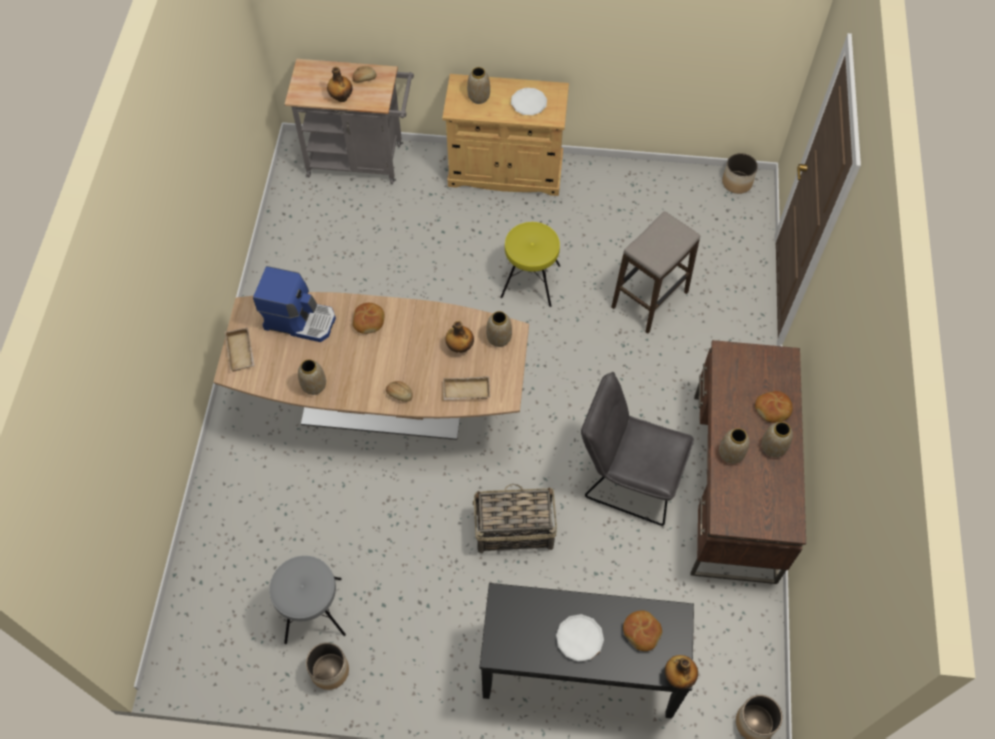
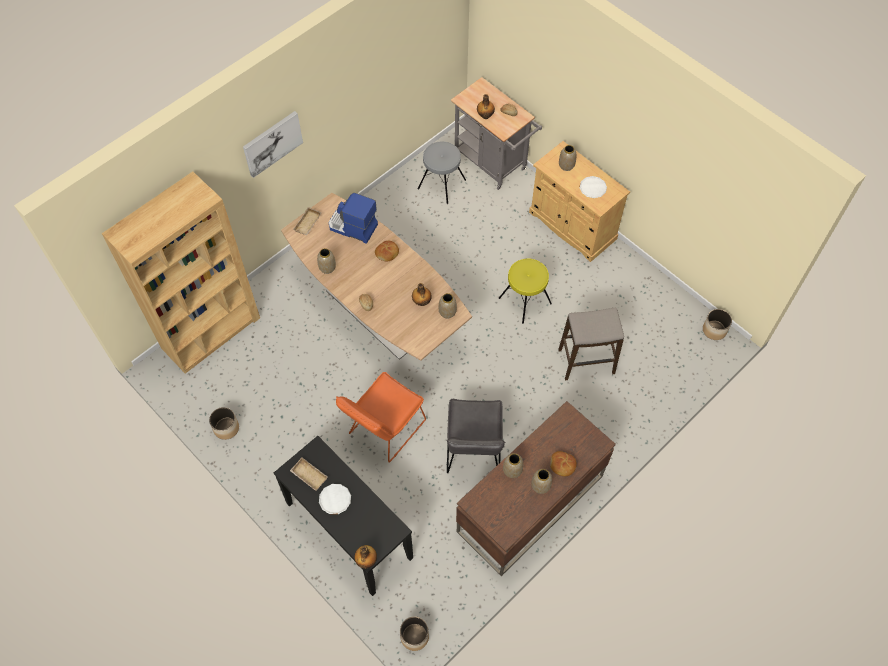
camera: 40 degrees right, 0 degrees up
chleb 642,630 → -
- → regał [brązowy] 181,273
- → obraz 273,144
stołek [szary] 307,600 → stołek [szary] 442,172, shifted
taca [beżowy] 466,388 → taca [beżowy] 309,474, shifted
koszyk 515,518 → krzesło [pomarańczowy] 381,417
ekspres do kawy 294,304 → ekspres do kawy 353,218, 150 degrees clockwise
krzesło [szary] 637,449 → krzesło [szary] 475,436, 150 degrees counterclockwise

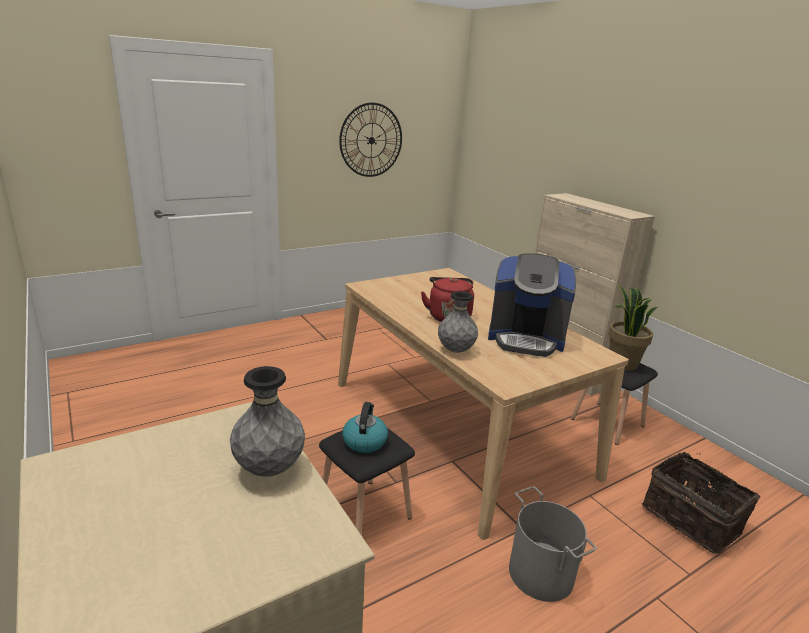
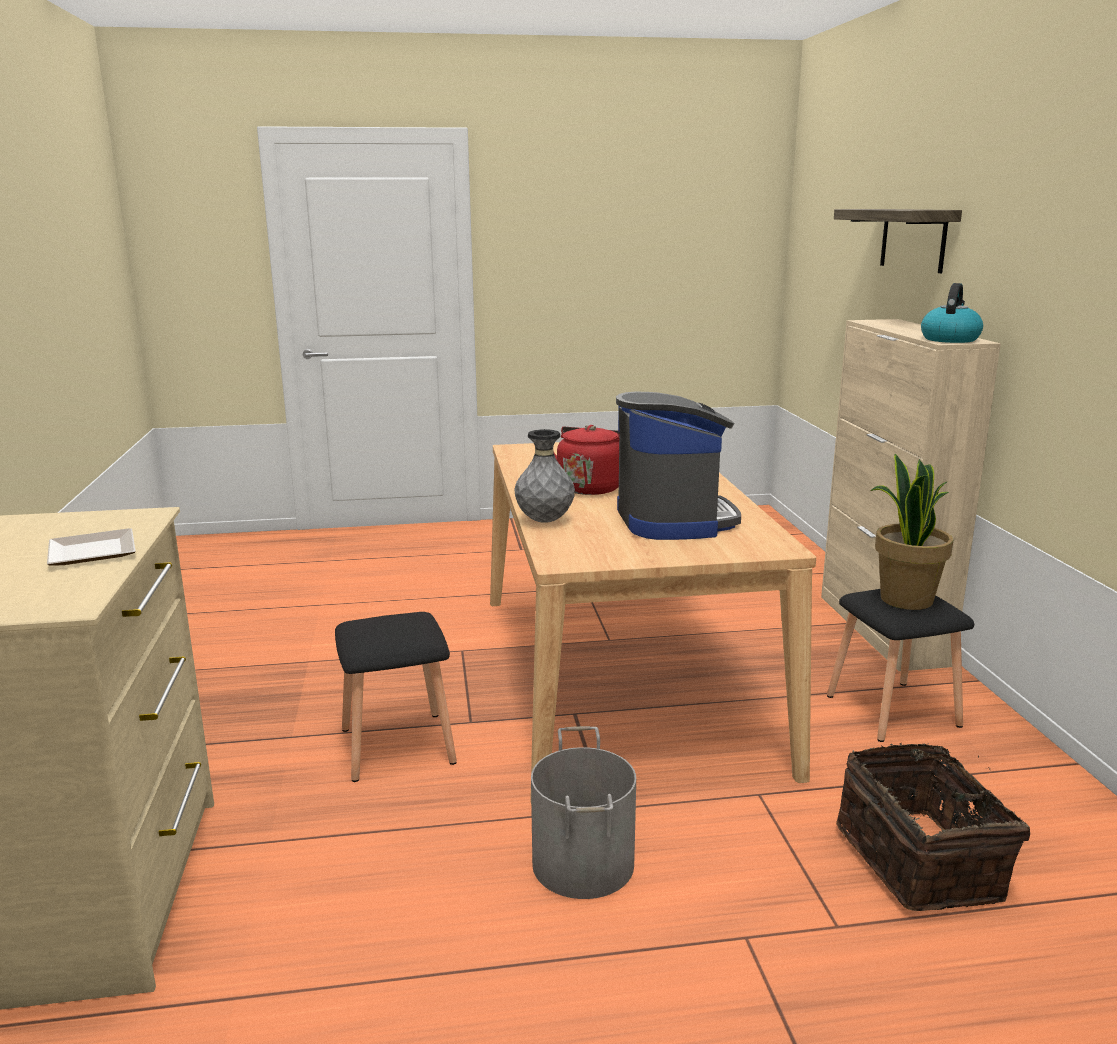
camera: 25 degrees right, 5 degrees down
zegar ścienny 370,140 → -
- → półka 898,241
czajnik 365,427 → czajnik 952,313, shifted
wazon [szary] 267,421 → talerz 91,546
ekspres do kawy 532,305 → ekspres do kawy 678,466, 135 degrees counterclockwise

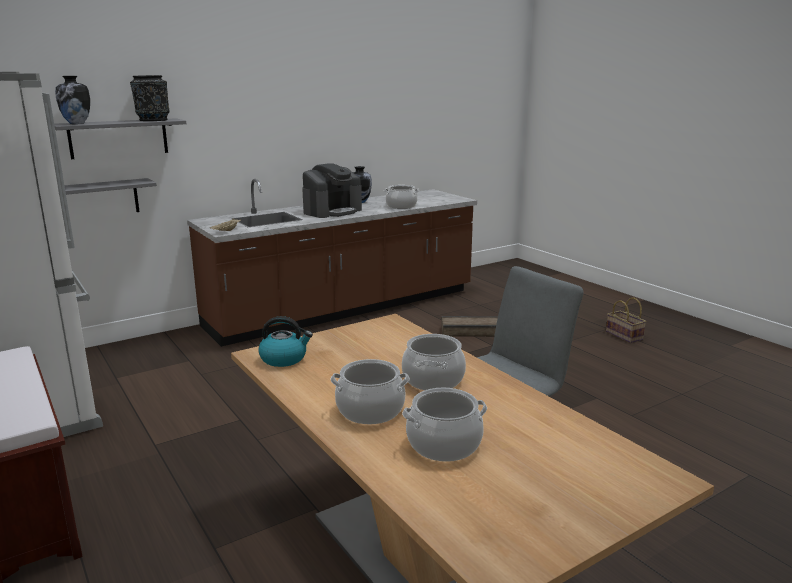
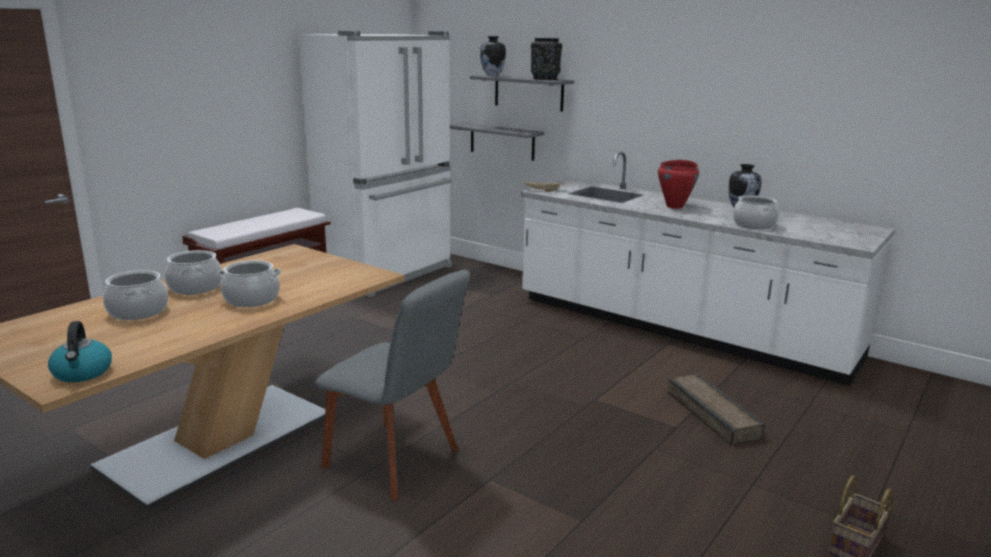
camera: 70 degrees right, 0 degrees up
czajnik 285,341 → czajnik 80,351, shifted
ekspres do kawy 332,190 → garnek [czerwony] 678,184
zabudowa kuchenna [brązowy] 332,263 → zabudowa kuchenna [biały] 708,269

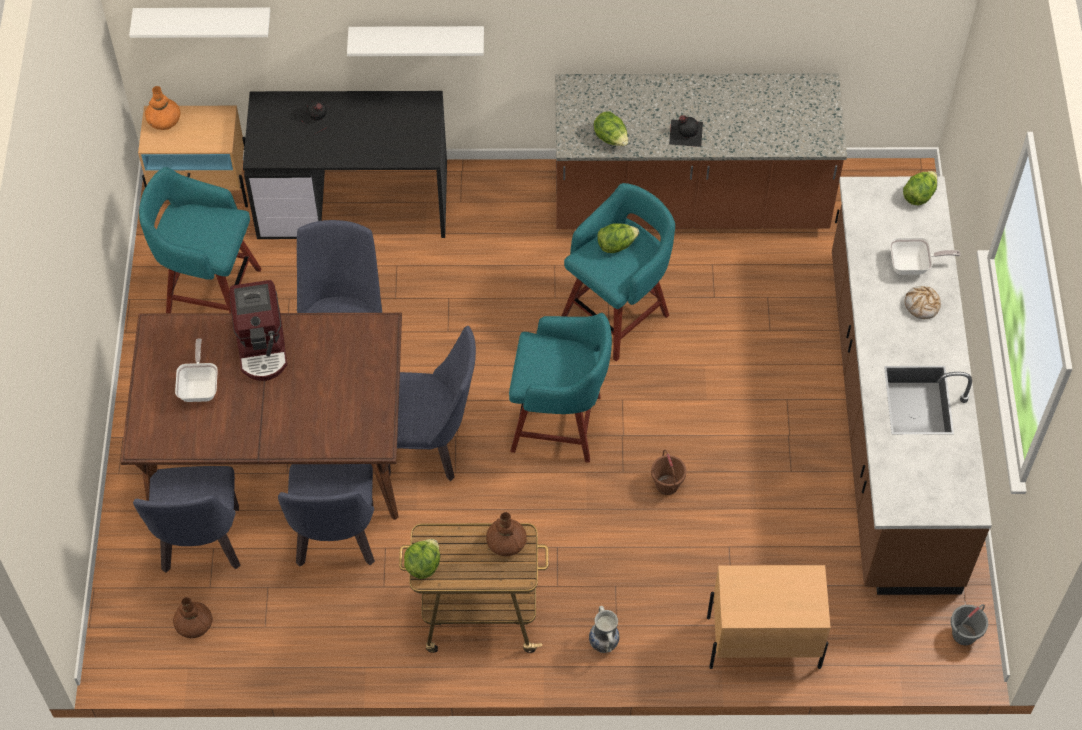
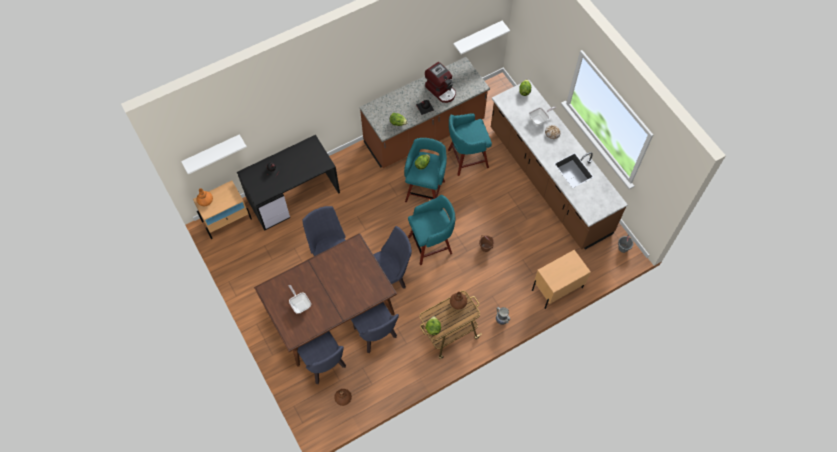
camera: 30 degrees left, 5 degrees up
stołek [turkusowy] 200,240 → stołek [turkusowy] 470,144, shifted
ekspres do kawy 258,330 → ekspres do kawy 440,82, shifted
półka [biały] 415,41 → półka [biały] 481,38, shifted

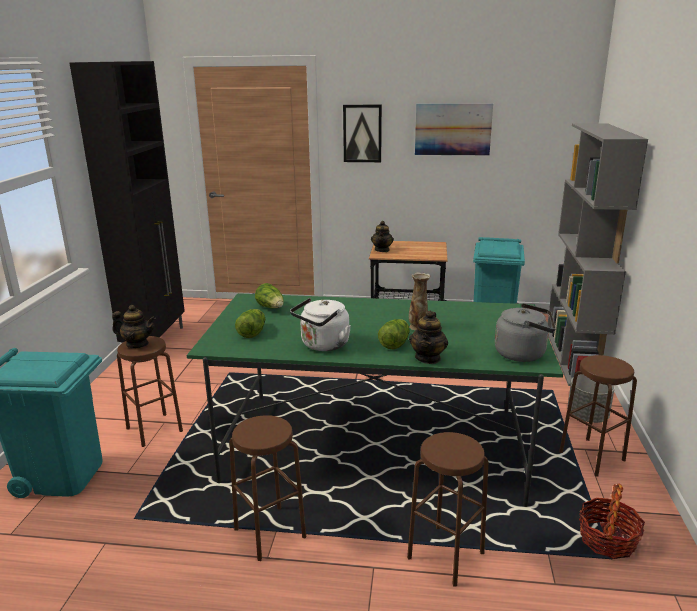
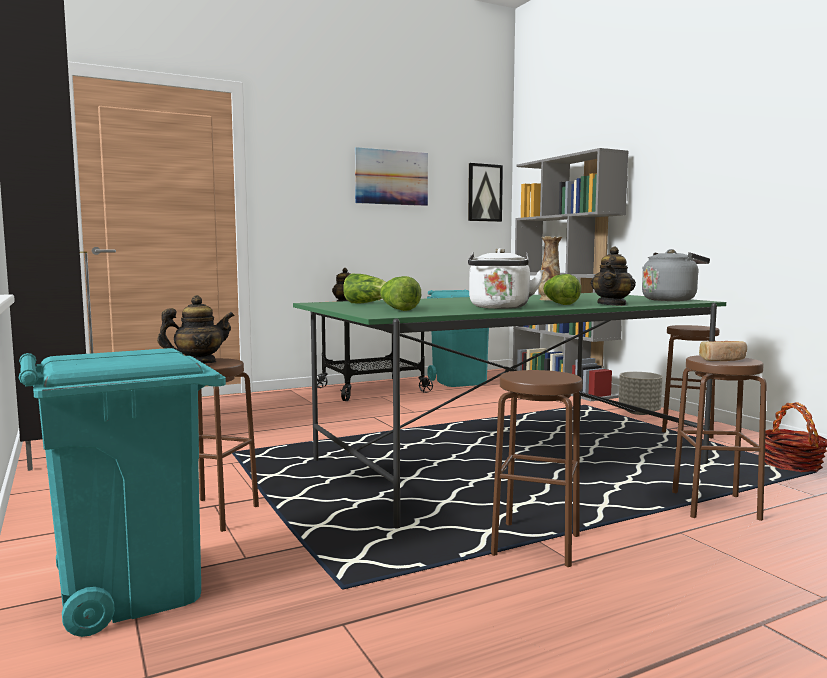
camera: 35 degrees left, 15 degrees down
- → chleb 723,351
obraz 362,133 → obraz 485,192, shifted
imbryk 428,337 → imbryk 613,276, 45 degrees clockwise

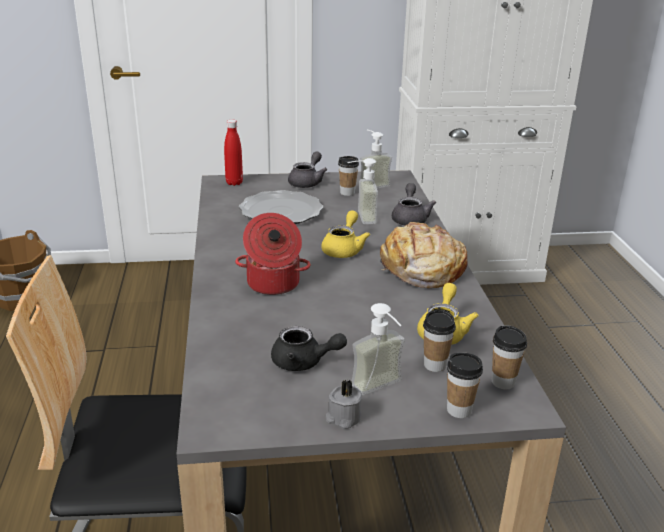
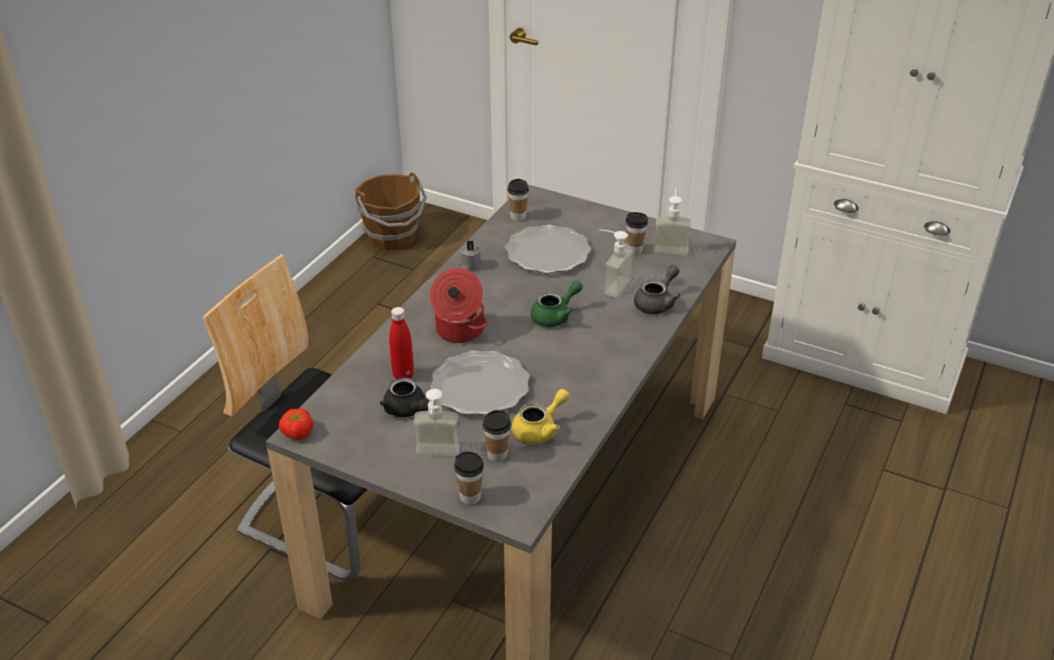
camera: 35 degrees right, 10 degrees up
imbryk [szary] 307,169 → -
chleb 423,255 → -
- → pomidor 296,424
- → talerz 480,382
butelka [czerwony] 233,153 → butelka [czerwony] 401,343, shifted
świeca [szary] 344,404 → świeca [szary] 470,255, shifted
filiżanka 509,357 → filiżanka 518,200, shifted
imbryk [żółty] 345,234 → imbryk [zielony] 556,303

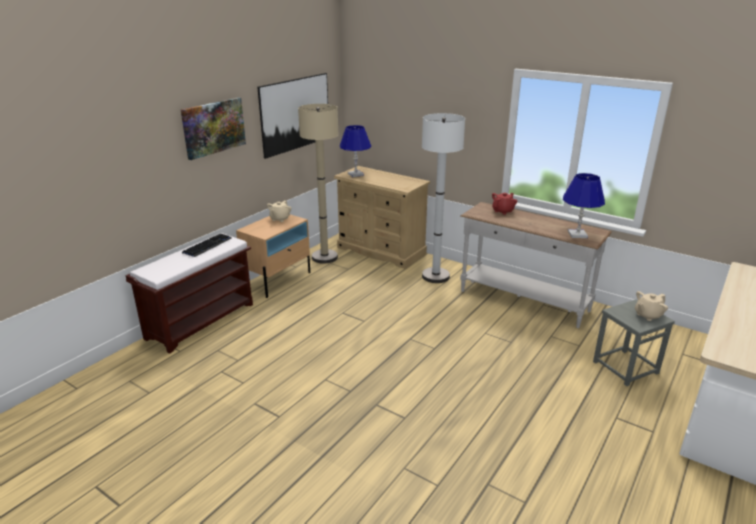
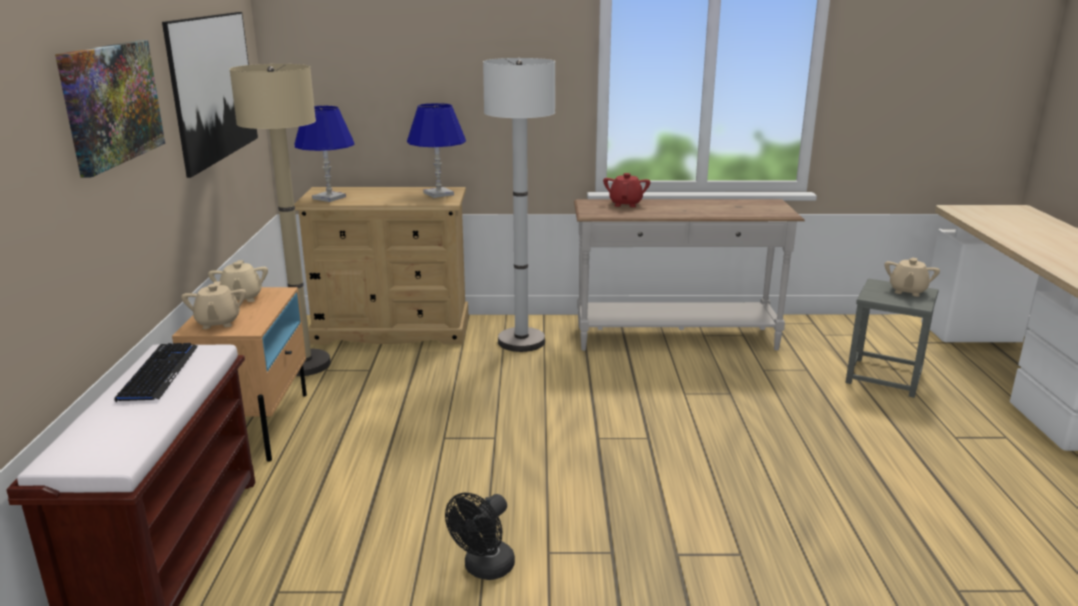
camera: 35 degrees left, 5 degrees down
- → imbryk [beżowy] 213,305
- → wentylator [czarny] 480,536
lampa stołowa [niebieski] 584,205 → lampa stołowa [niebieski] 436,150, shifted

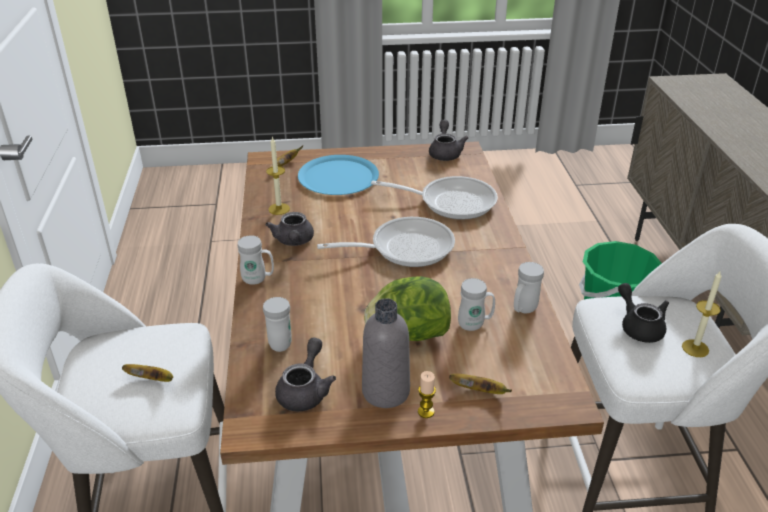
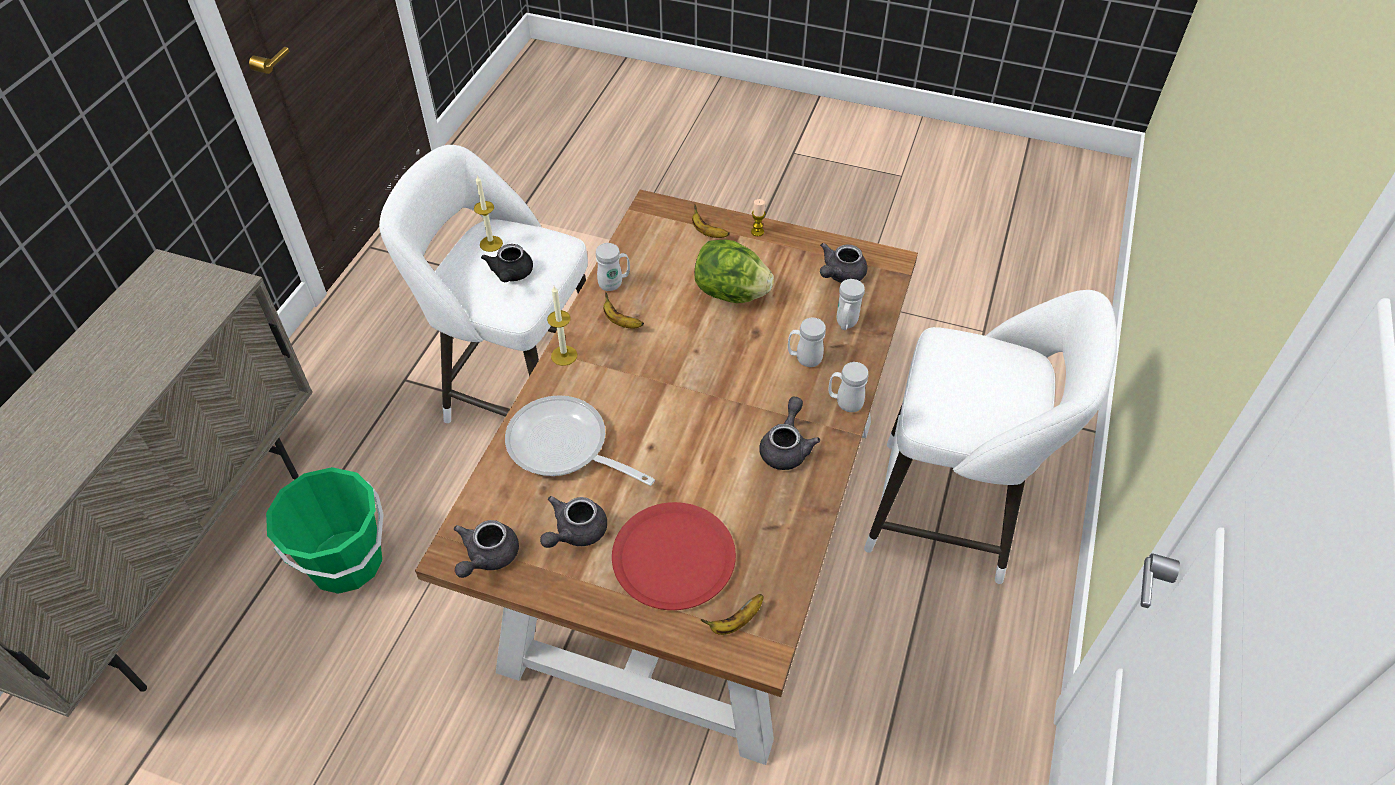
camera: 155 degrees left, 15 degrees up
patelnia 386,242 → -
butelka [szary] 386,353 → -
- → imbryk [szary] 573,522
banan 147,373 → banan 623,310, shifted
świeca 278,175 → świeca 562,326, shifted
kubek [biały] 476,304 → kubek [biały] 807,342, shifted
talerz [niebieski] 338,175 → talerz [czerwony] 674,556

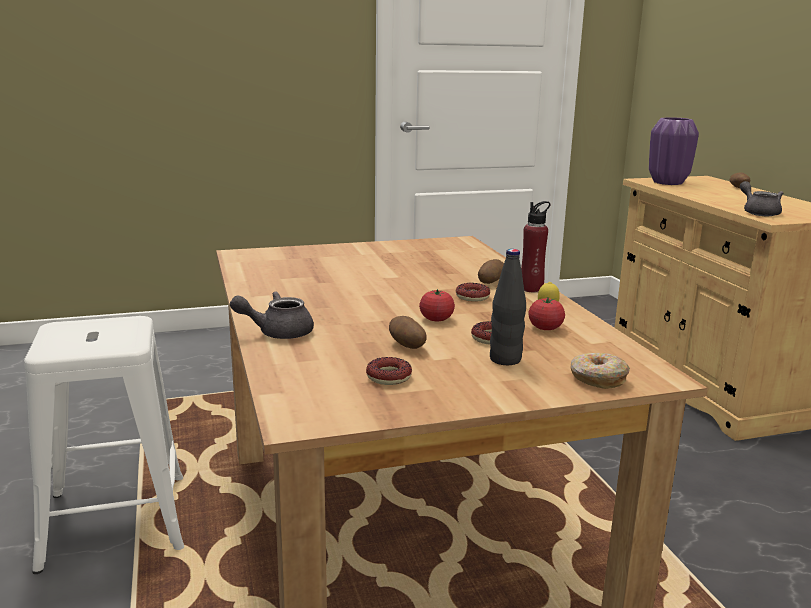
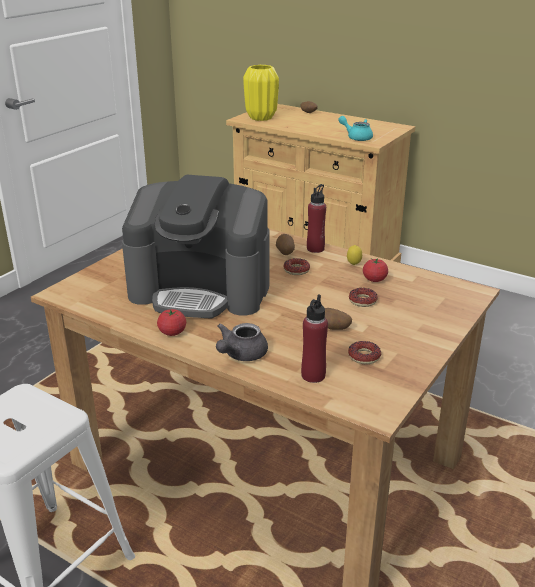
camera: 40 degrees left, 10 degrees up
butelka [czarny] 508,307 → -
donut 600,371 → -
- → ekspres do kawy 196,247
- → butelka [czerwony] 314,338
pomidor 437,305 → pomidor 171,322, shifted
wazon [fioletowy] 674,151 → wazon [żółty] 261,93
imbryk [szary] 761,198 → imbryk [turkusowy] 355,128

